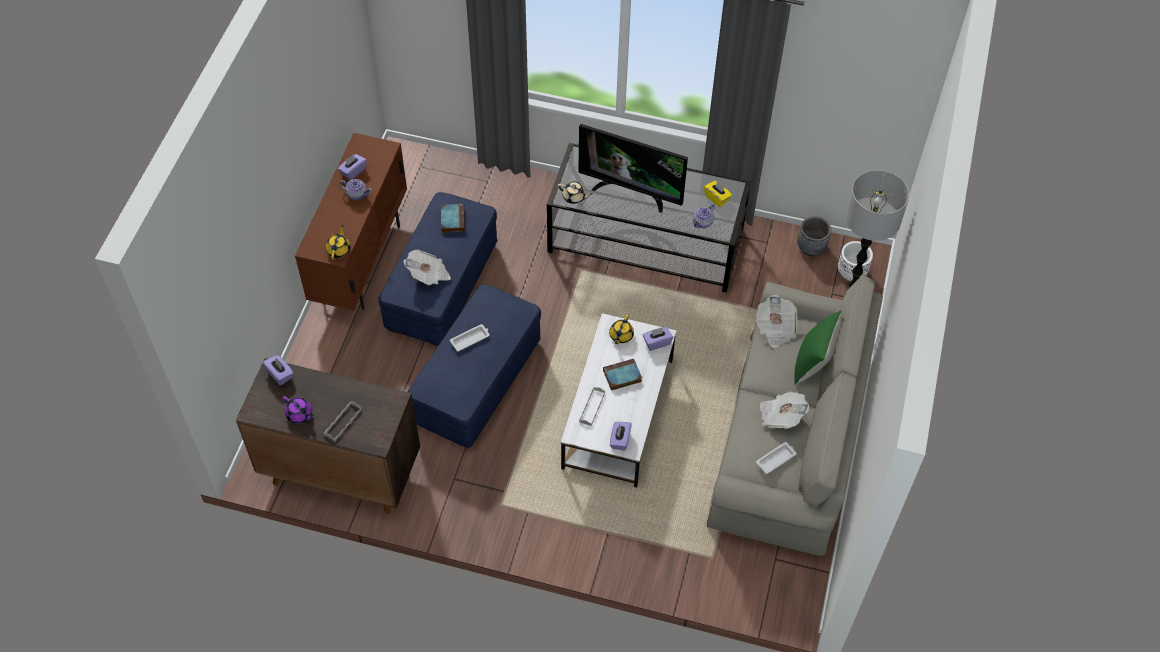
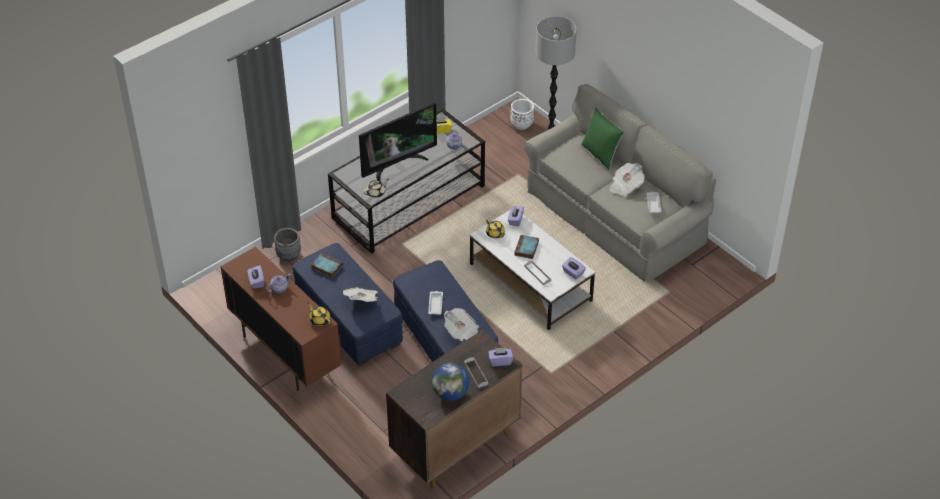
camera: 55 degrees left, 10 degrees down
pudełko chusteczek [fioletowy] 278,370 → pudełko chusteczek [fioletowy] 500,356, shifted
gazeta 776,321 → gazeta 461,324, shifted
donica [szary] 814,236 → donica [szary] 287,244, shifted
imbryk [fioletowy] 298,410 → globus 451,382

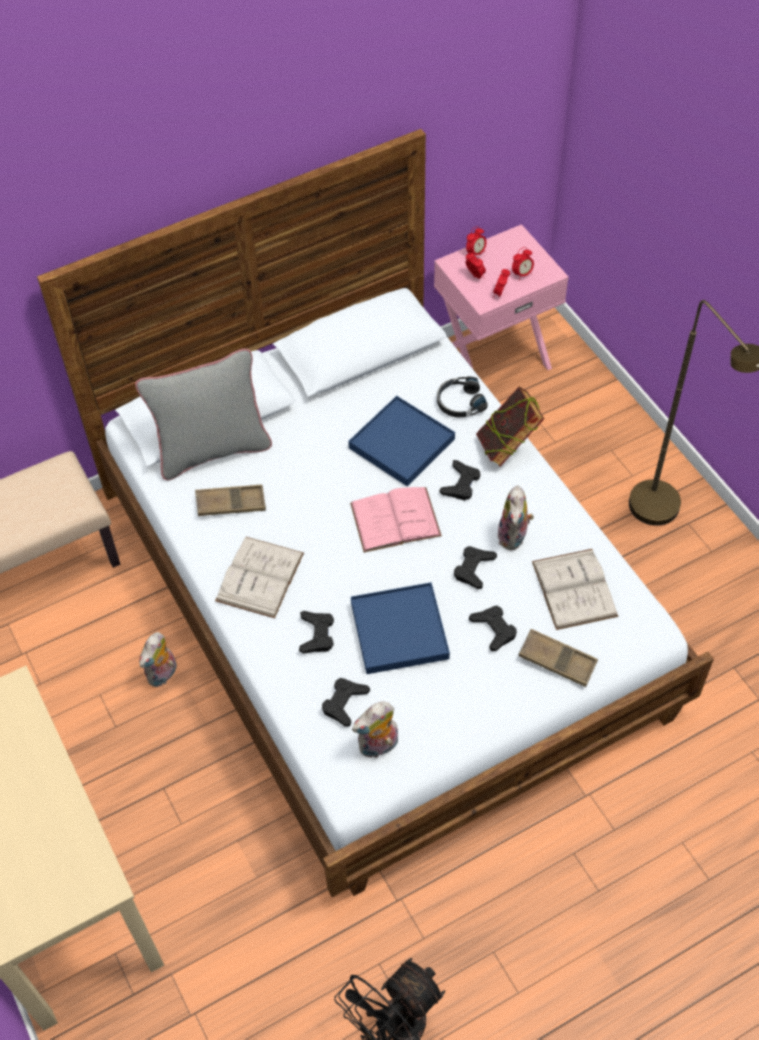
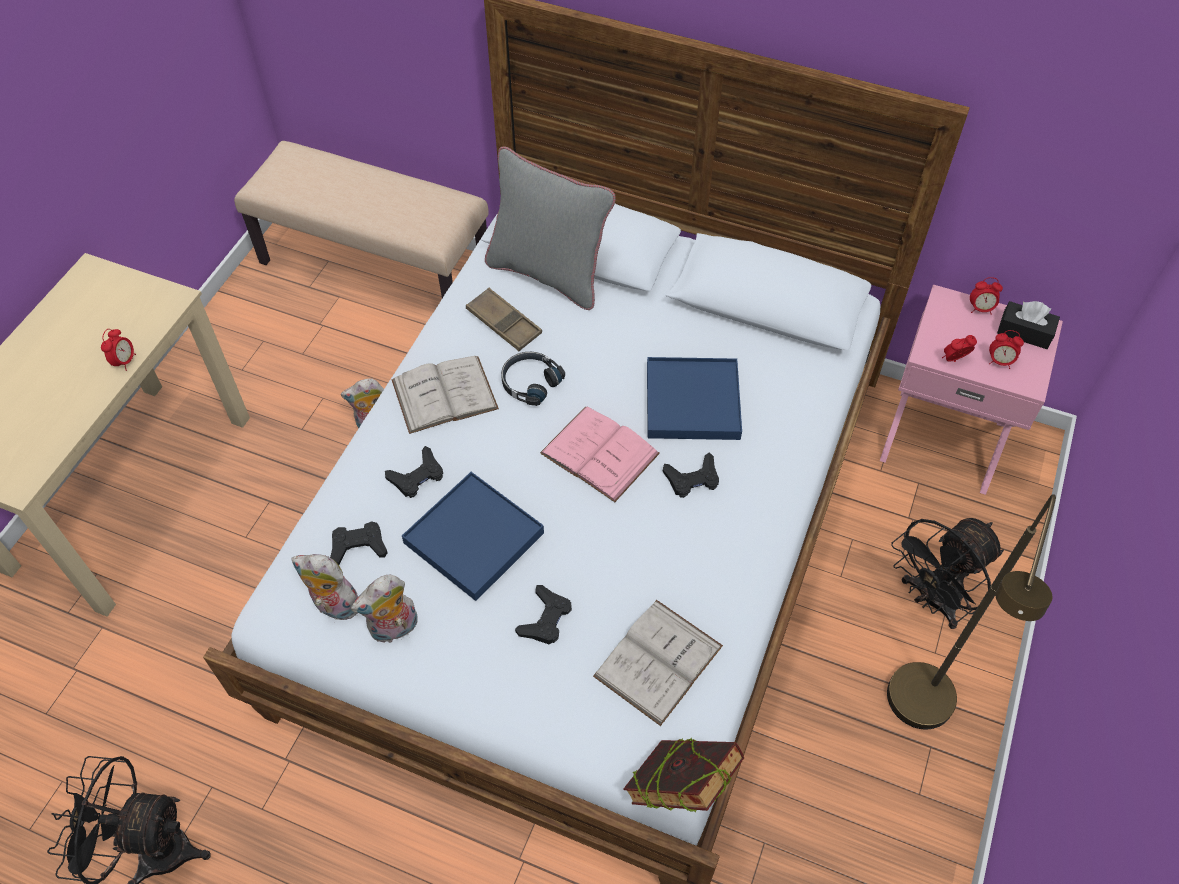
camera: 50 degrees right, 0 degrees up
pad do gier [czarny] 475,567 → -
taca [brązowy] 558,658 → -
- → wentylator [czarny] 947,573
- → pudełko chusteczek [czarny] 1028,325
słuchawki [czarny] 462,397 → słuchawki [czarny] 533,379, shifted
budzik 475,266 → budzik 118,350, shifted
książka 510,426 → książka 683,774, shifted
pluszak 515,517 → pluszak 384,609, shifted

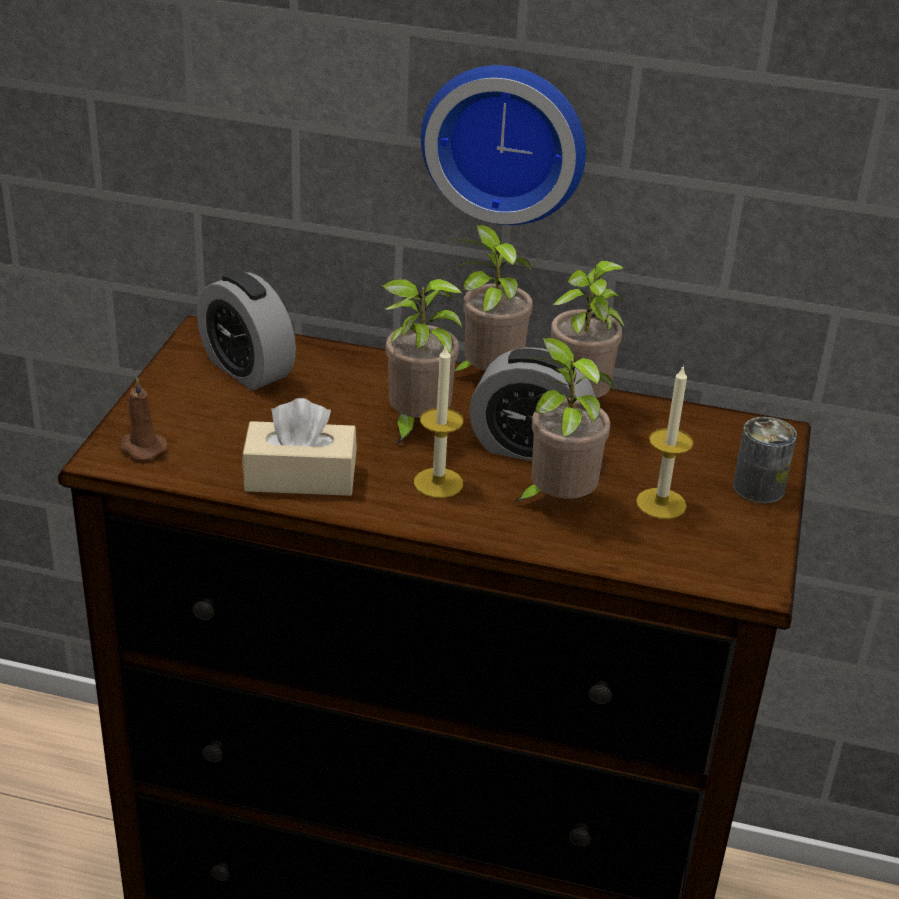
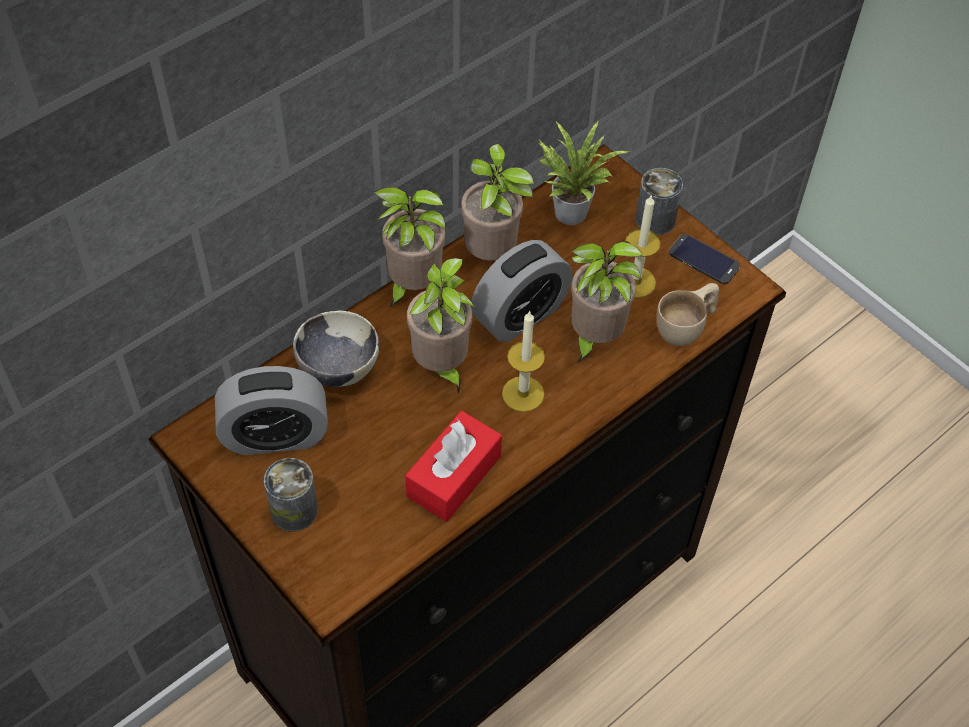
camera: 55 degrees left, 20 degrees up
świeca [brązowy] 144,418 → -
zegar ścienny 503,145 → -
- → puszka 291,495
- → miska 336,349
- → roślina doniczkowa 583,173
- → filiżanka [beżowy] 688,314
- → telefon 704,259
pudełko chusteczek [beżowy] 299,447 → pudełko chusteczek [czerwony] 453,466

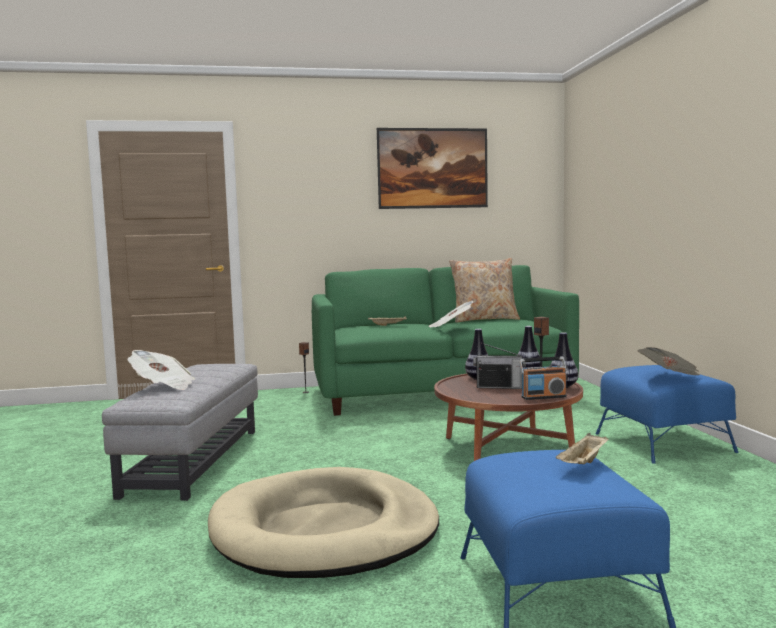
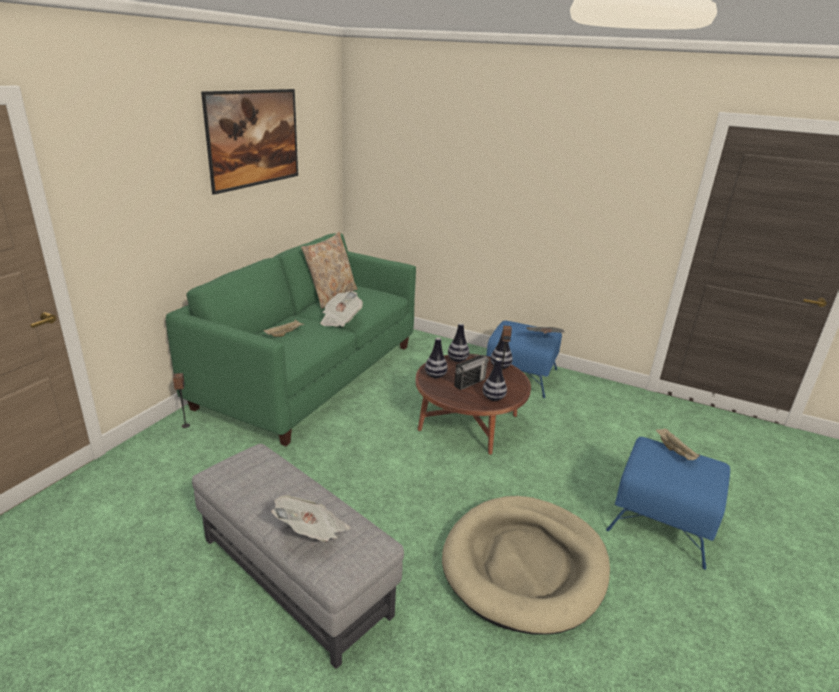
camera: 55 degrees left, 20 degrees up
radio 543,378 → -
- → wazon 495,379

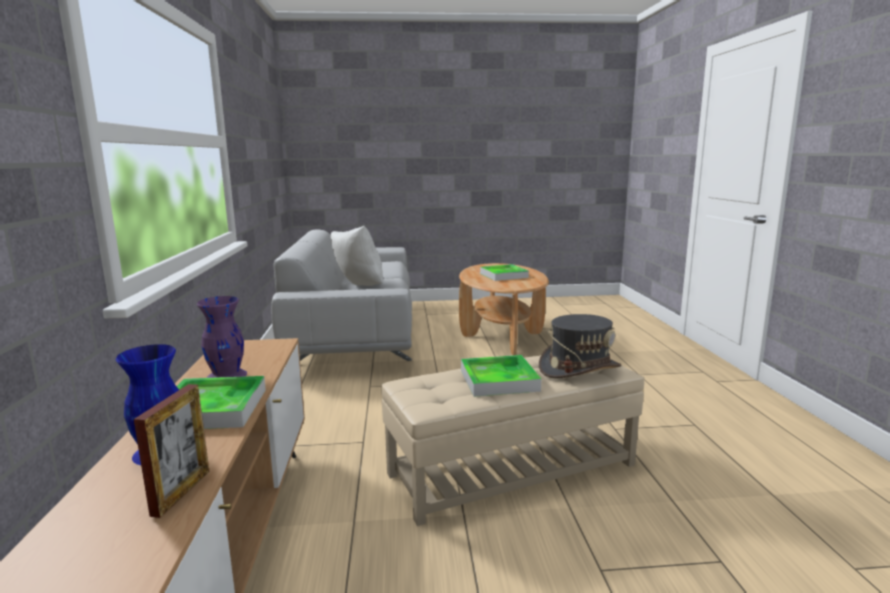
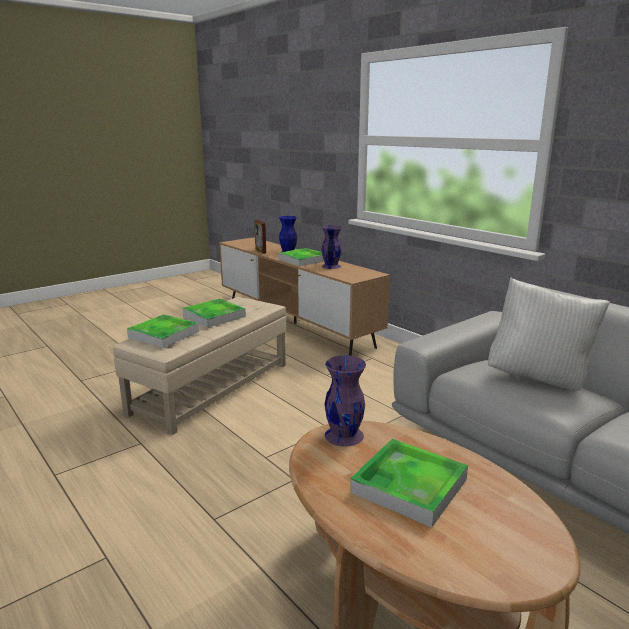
camera: 145 degrees right, 5 degrees up
- → wazon [fioletowy] 345,401
kapelusz [szary] 580,346 → taca 163,331

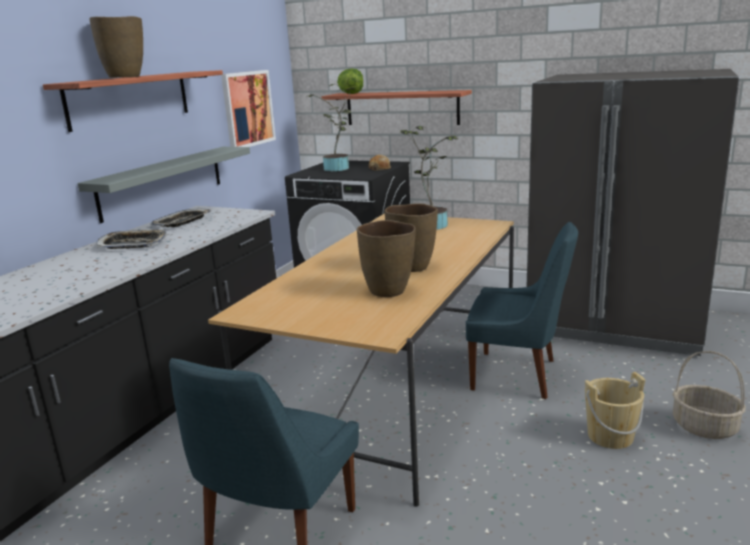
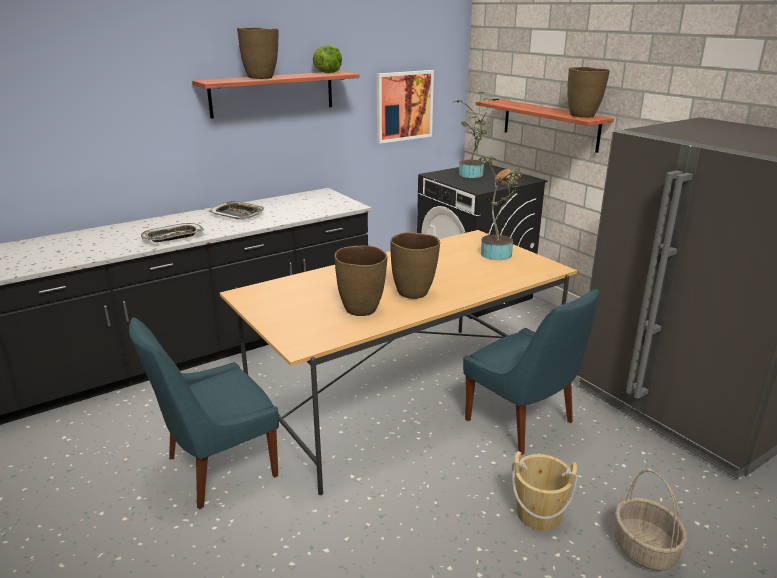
camera: 30 degrees right, 5 degrees up
półka [szary] 164,185 → -
- → wazon [brązowy] 588,92
taca 181,217 → taca 173,232, shifted
sałata 350,81 → sałata 327,59, shifted

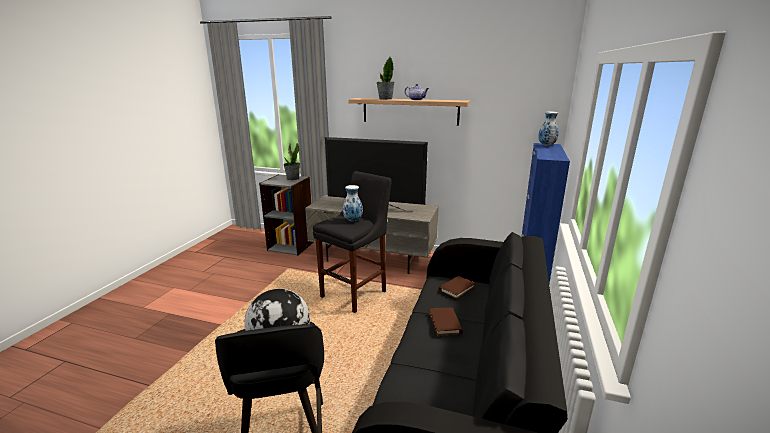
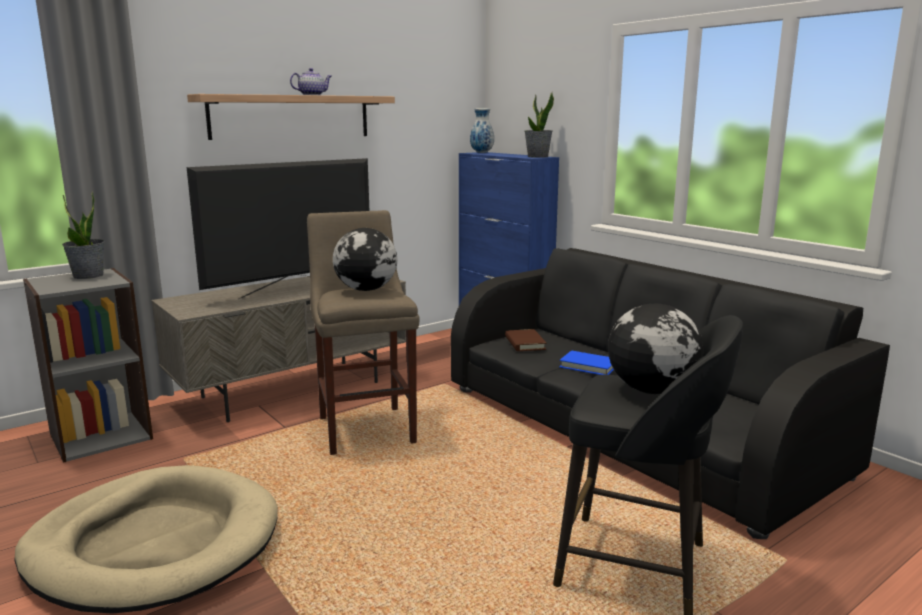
camera: 55 degrees left, 5 degrees down
- → legowisko [beżowy] 146,539
roślina doniczkowa 385,78 → roślina doniczkowa 539,125, shifted
wazon 353,203 → globus 365,259
stołek [czarny] 352,242 → stołek [beżowy] 363,332
książka [brązowy] 446,321 → książka [niebieski] 586,363

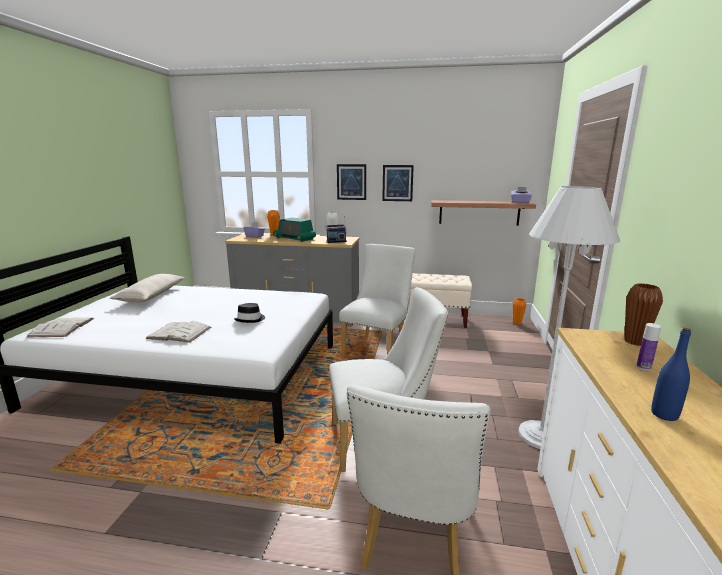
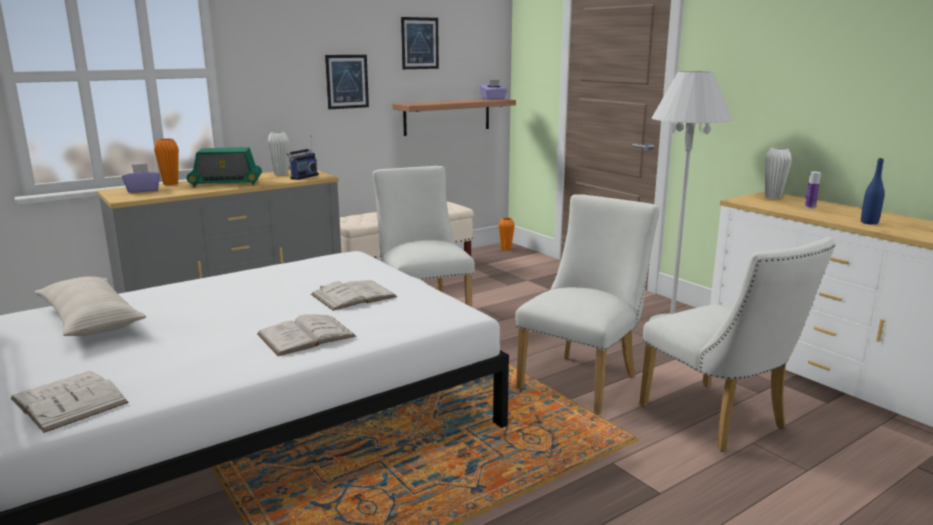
camera: 45 degrees left, 0 degrees up
obraz 351,182 → obraz 420,43, shifted
kapelusz [czarny] 249,313 → książka [biały] 354,295
wazon [brązowy] 643,314 → wazon [biały] 778,173

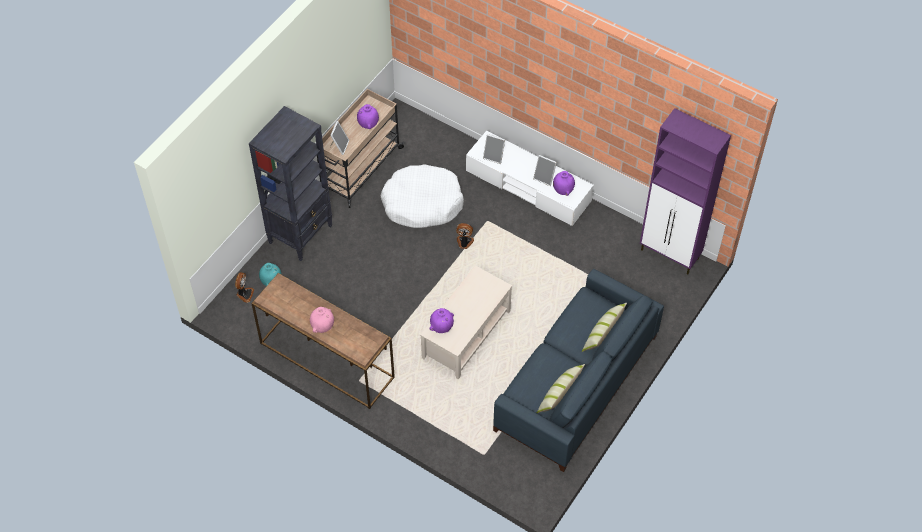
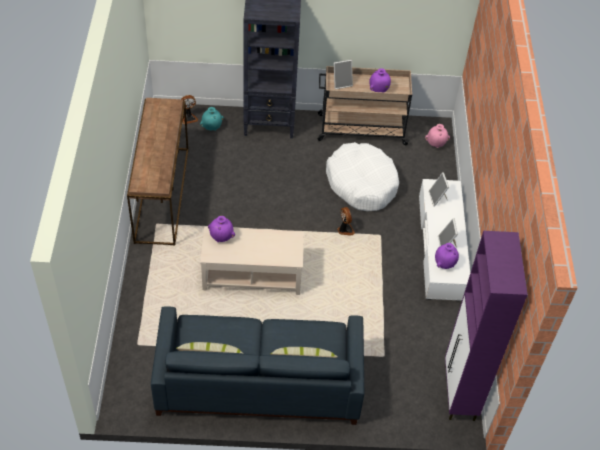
camera: 55 degrees right, 5 degrees down
wazon [różowy] 322,320 → wazon [różowy] 437,136, shifted

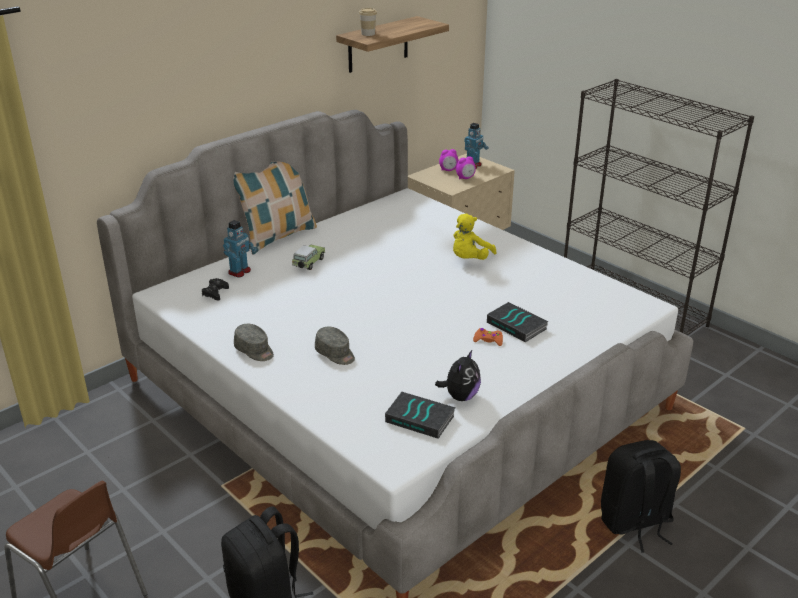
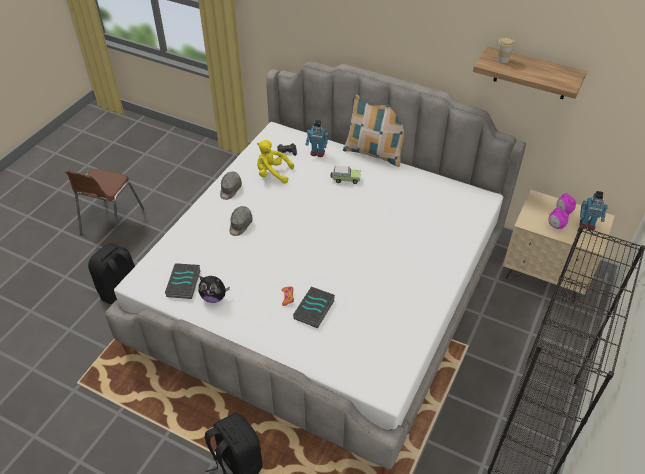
camera: 70 degrees right, 15 degrees up
pluszak [żółty] 474,236 → pluszak [żółty] 275,162, shifted

